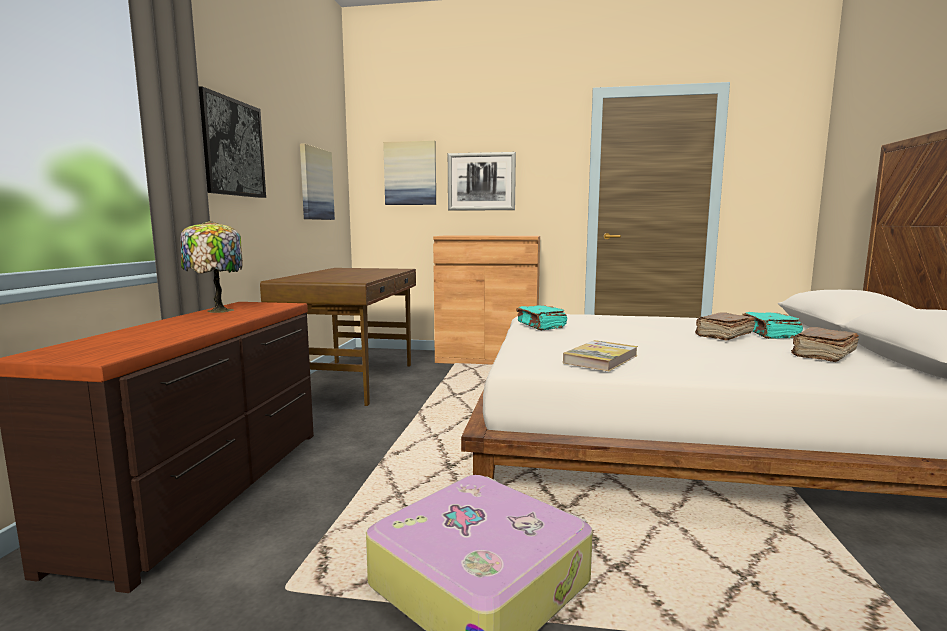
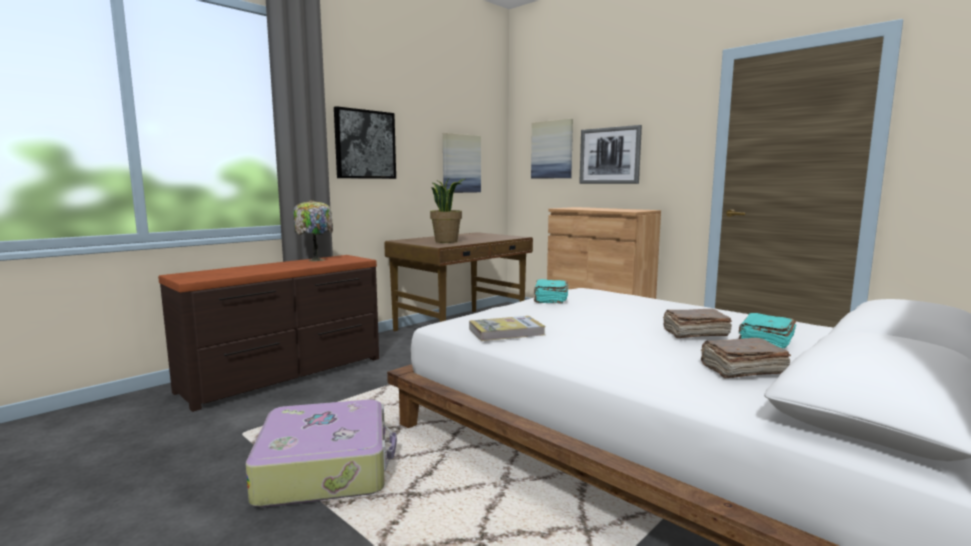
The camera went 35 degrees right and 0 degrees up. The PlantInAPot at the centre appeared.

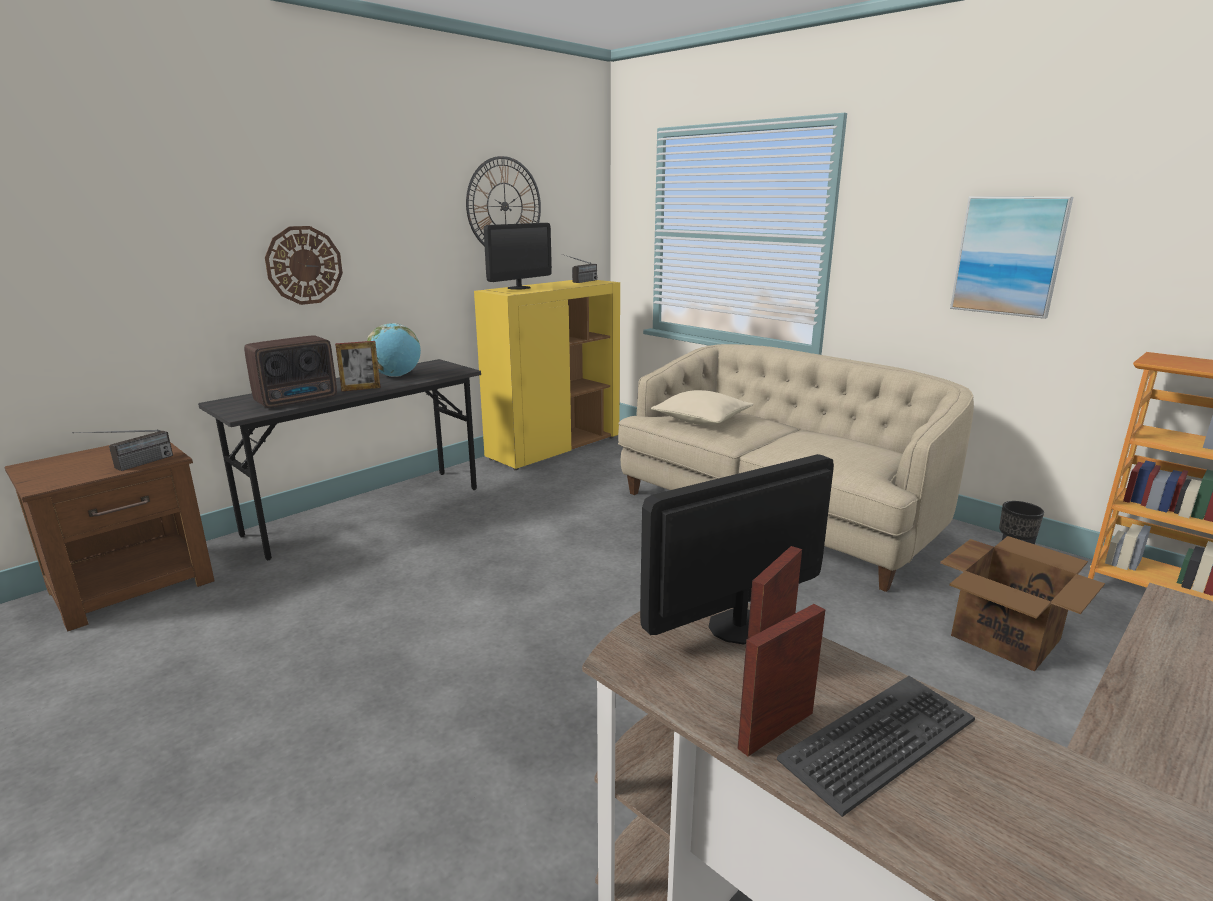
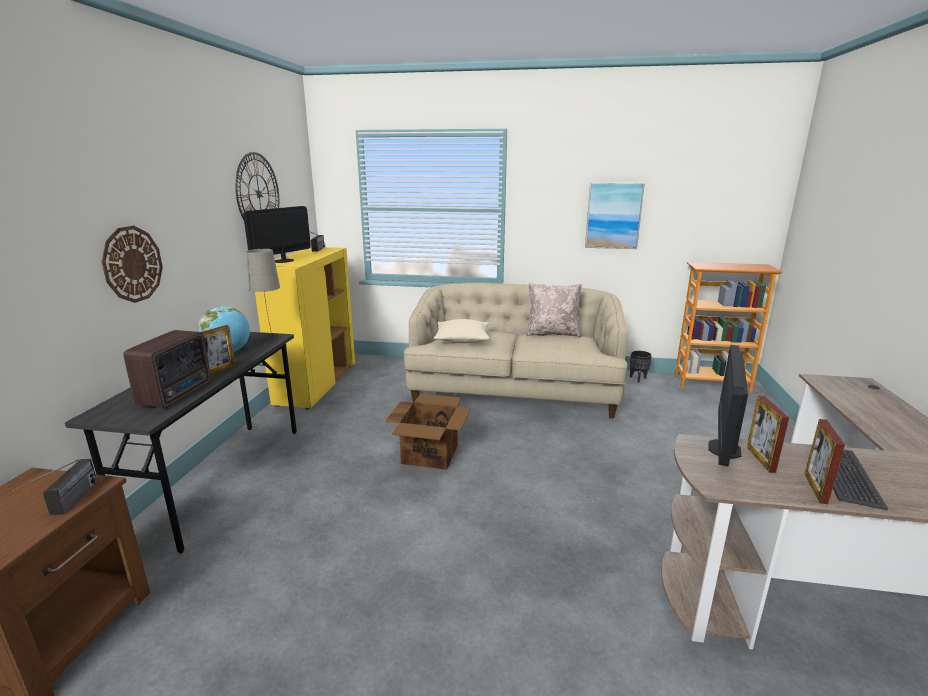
The camera went 35 degrees left and 0 degrees up. The Monitor (no. 1 from left) at the top centre turned 150 degrees counterclockwise. The BeigeColouredLampForATable at the middle left appeared. The CardboardBox moved from the bottom right to the centre. The BeigeColouredPillow (no. 2 from left) at the centre appeared.

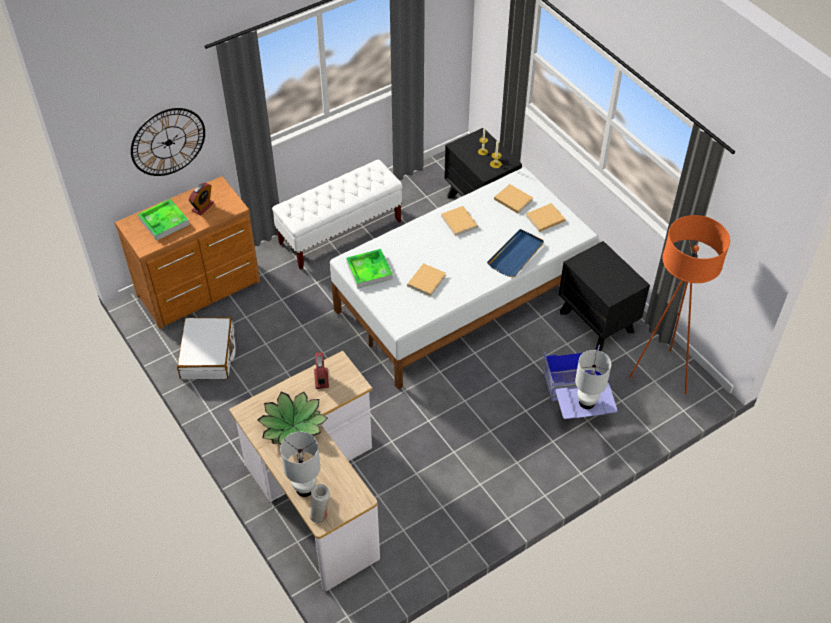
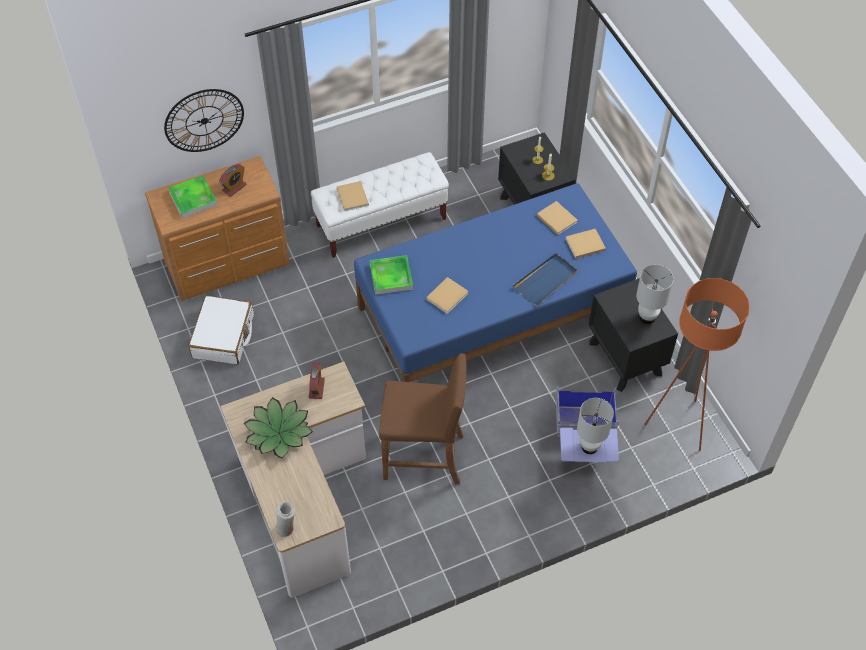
The camera went 10 degrees right and 5 degrees up. The BeigeColouredVolume (no. 2 from left in the first image) moved from the centre to the top centre. The WhitishBedroomBed at the centre became the BlueBedroomBed at the centre. The BrownishStoolSeat at the centre appeared. The WhitishLampForATable (no. 1 from left in the first image) moved from the bottom centre to the middle right.

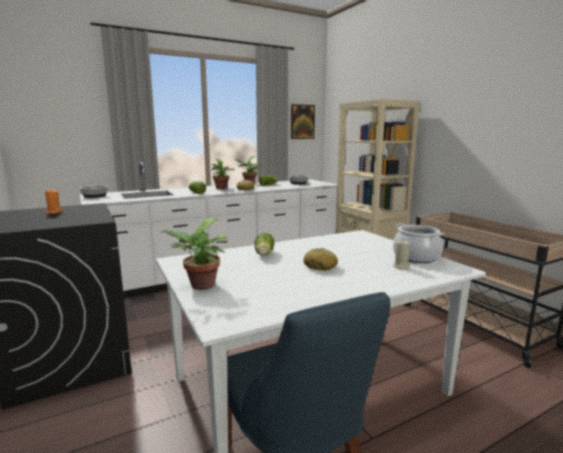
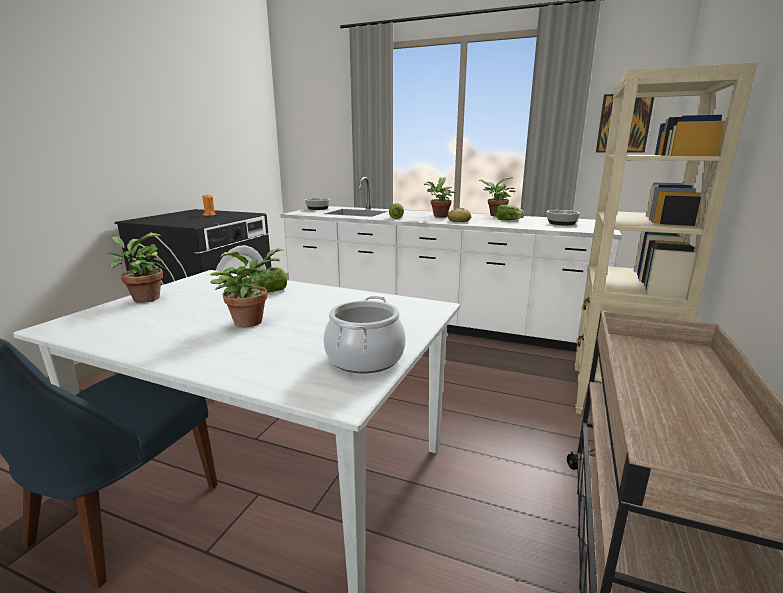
The camera went 50 degrees right and 5 degrees up. The Bread (no. 2 from left) at the centre was replaced by the PlantInAPot (no. 2 from left) at the middle left. The BeigeColouredCandle at the middle right disappeared.

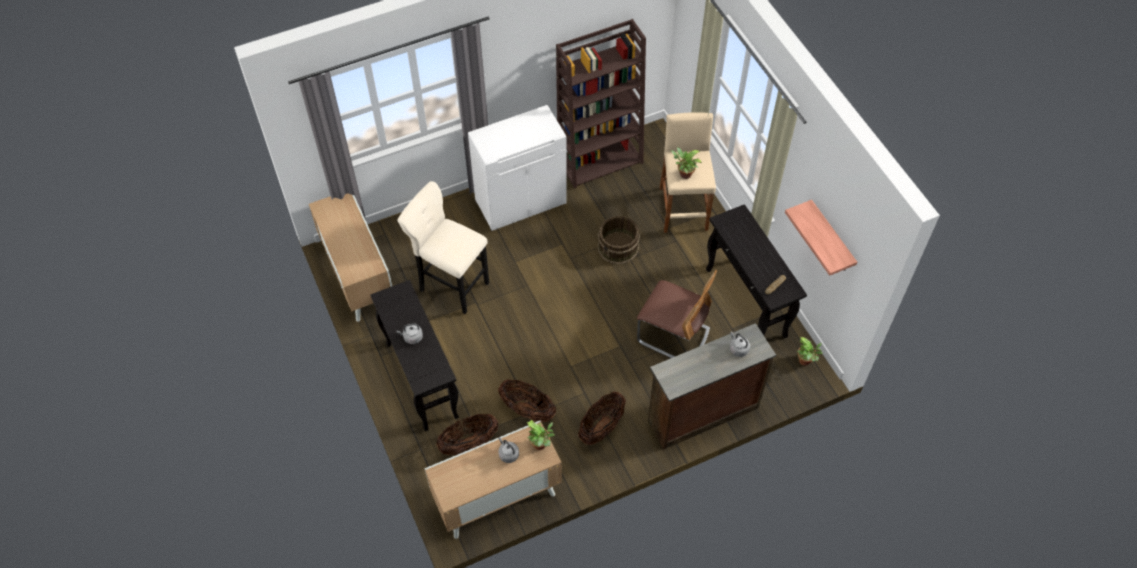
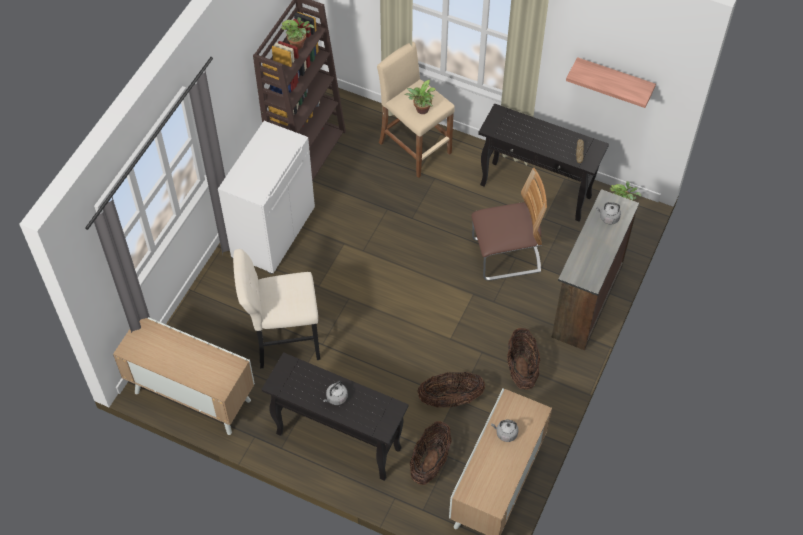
The camera went 40 degrees left and 0 degrees up. The PlantInAPot (no. 1 from left) moved from the bottom centre to the top centre. The BrownishBucket at the centre disappeared.

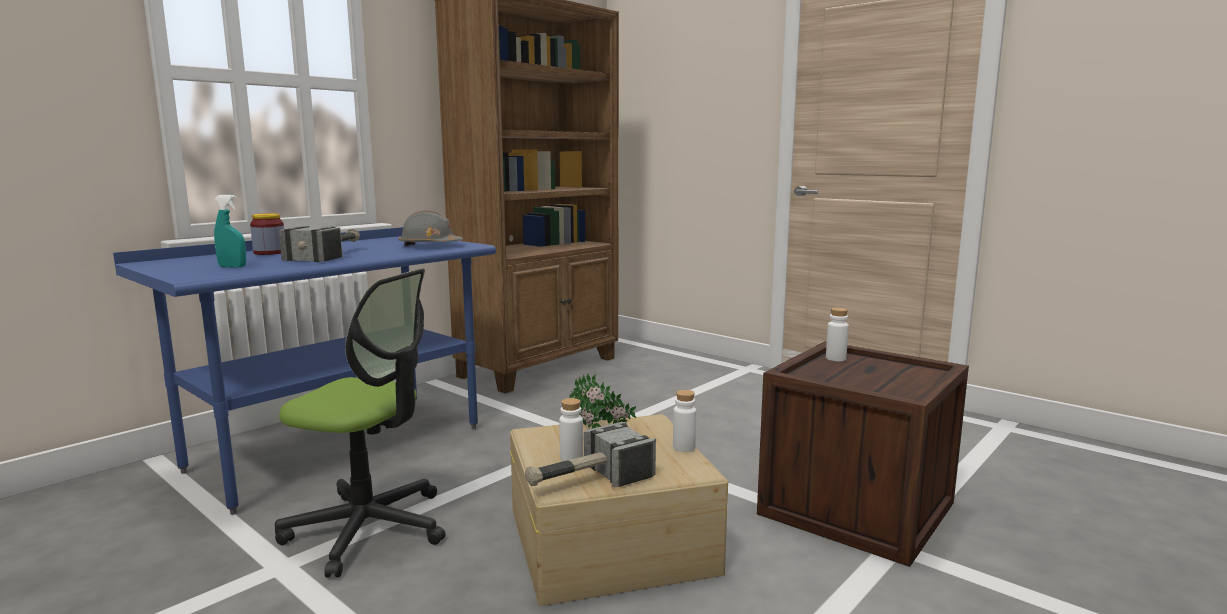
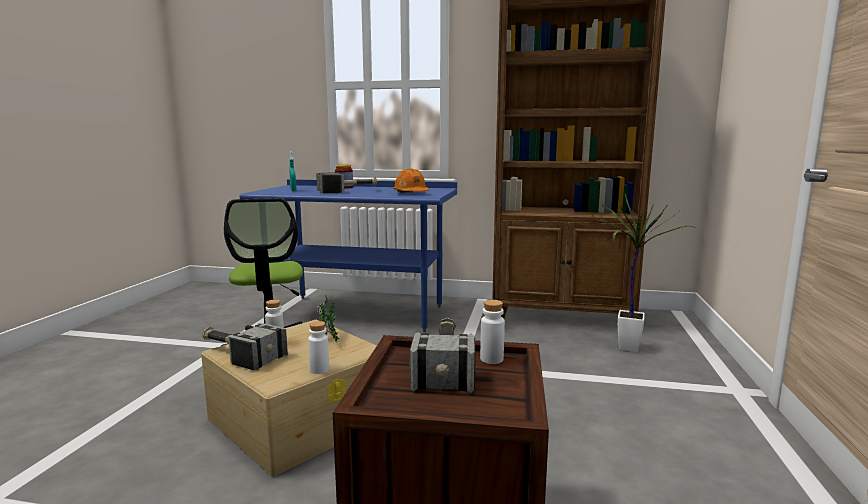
The camera went 60 degrees right and 0 degrees up. The GrayWorkHelmet at the centre became the OrangeColouredWorkHelmet at the centre. The HandHammer (no. 3 from left) at the bottom centre appeared. The PlantInAPot (no. 2 from left) at the middle right appeared.

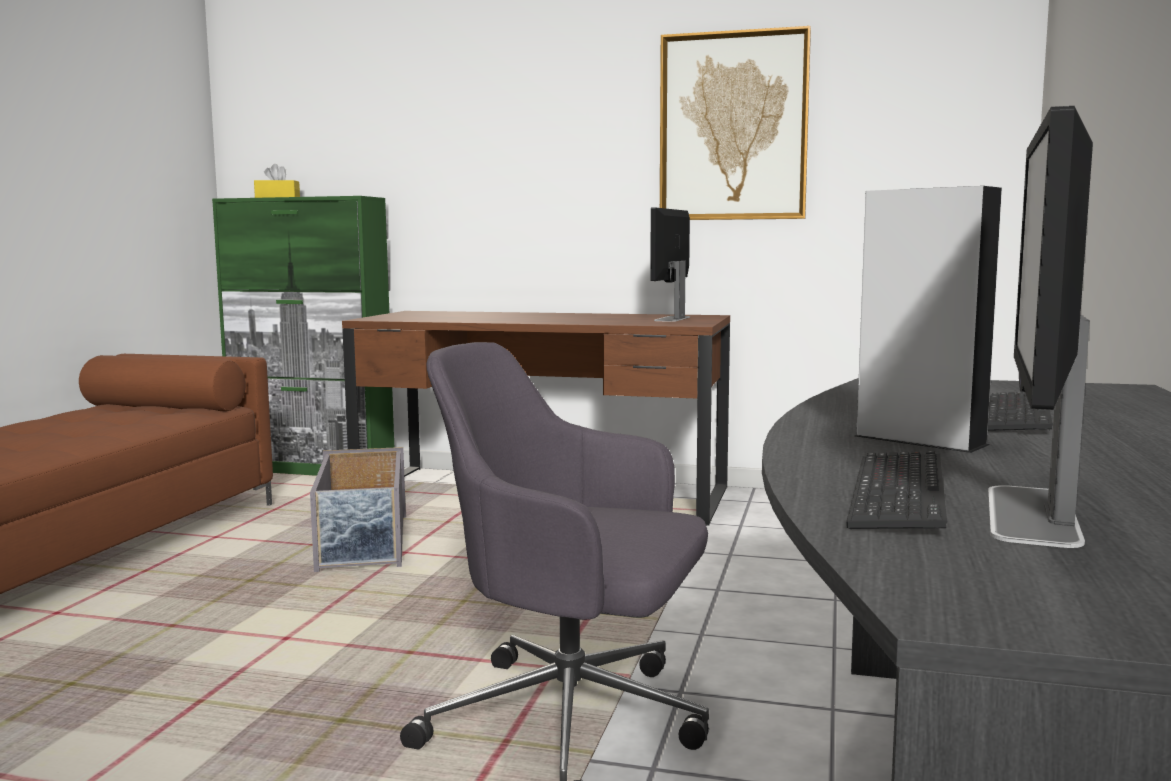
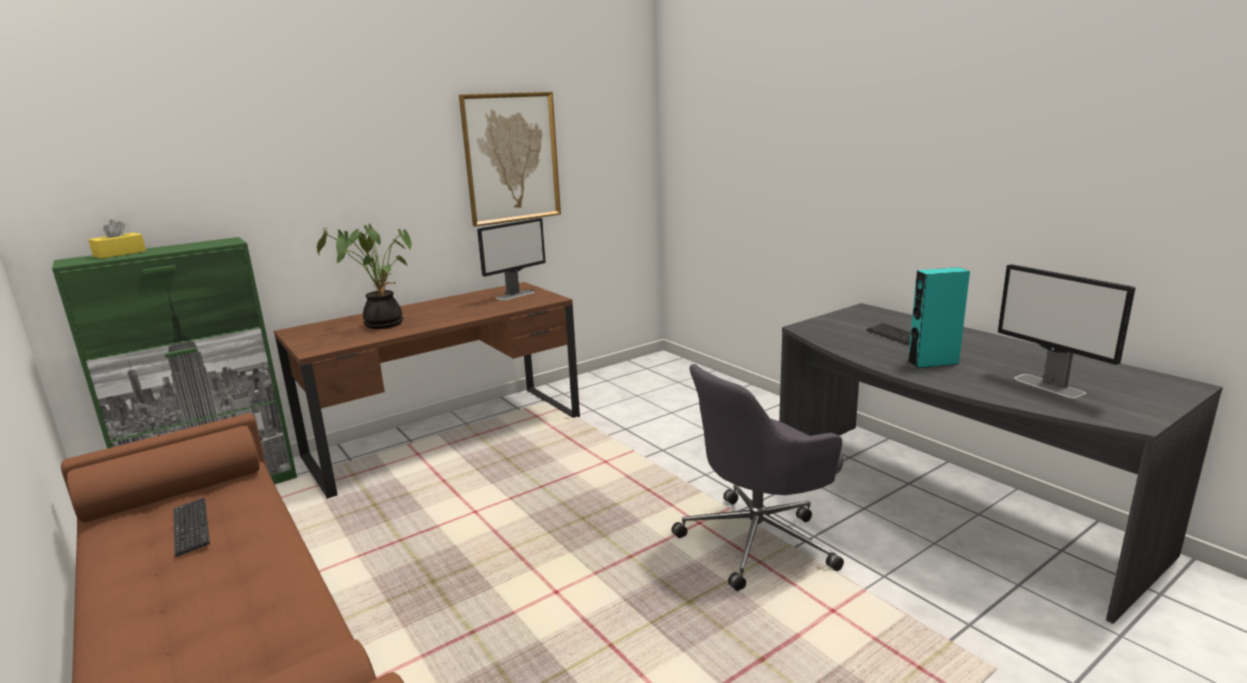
The camera went 50 degrees left and 10 degrees up. The PcKeyboard (no. 1 from left) moved from the middle right to the bottom left. The PlantInAPot at the middle left appeared. The Monitor (no. 1 from left) at the centre turned 105 degrees counterclockwise. The GraySpeaker at the middle right became the BlueGreenSpeaker at the middle right. The GrayStorageContainer at the middle left disappeared.

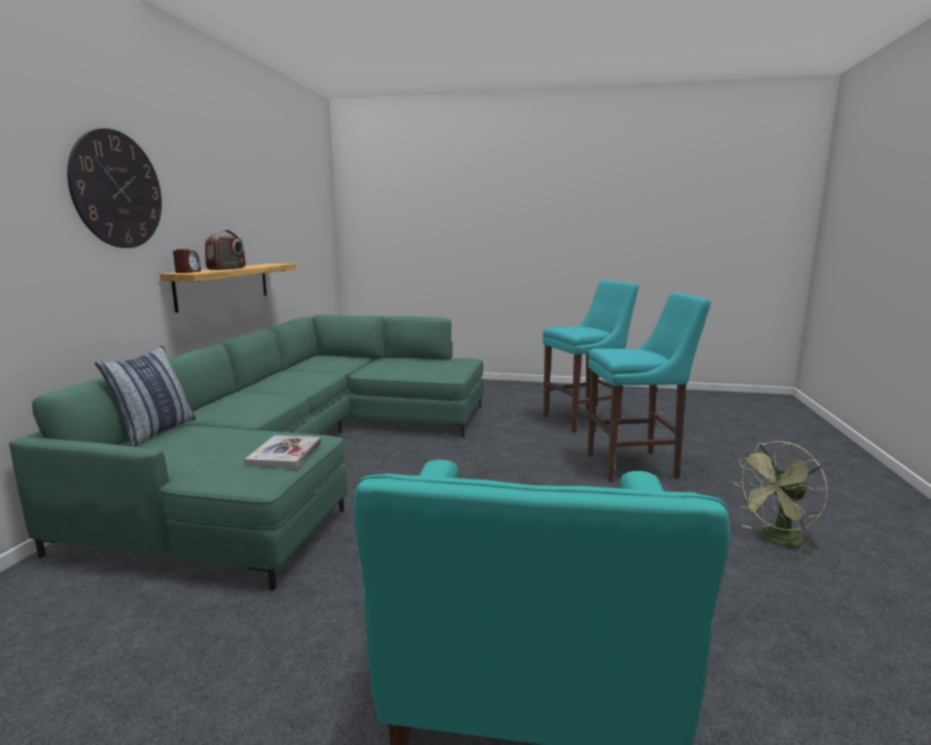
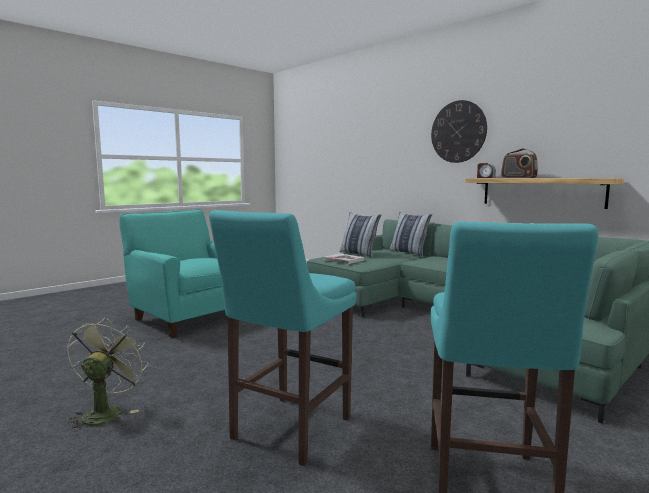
The camera went 125 degrees right and 5 degrees down. The Pillow (no. 1 from left) at the centre appeared.

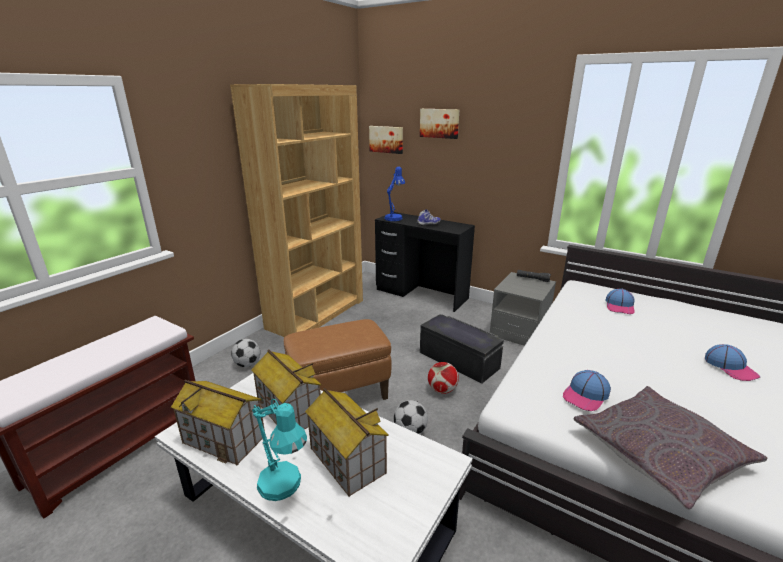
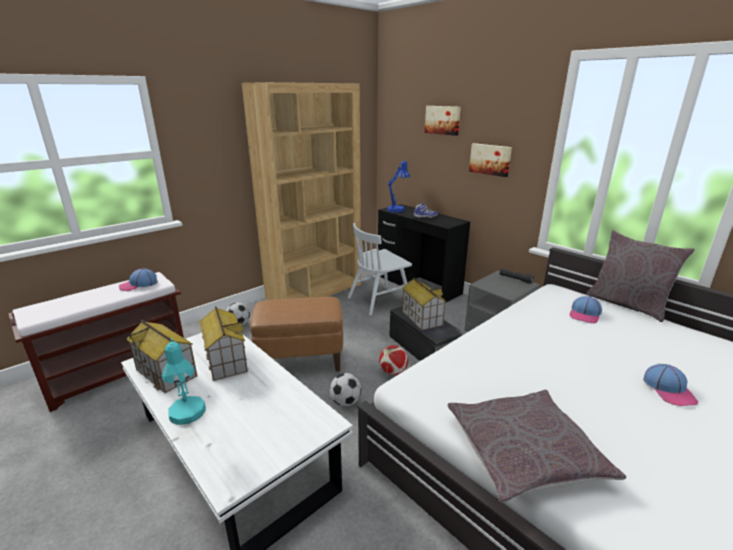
The camera went 15 degrees right and 0 degrees up. The PeakedCap (no. 1 from left) moved from the bottom right to the middle left. The WhitishChair at the centre appeared. The ToyHouse (no. 3 from left) moved from the bottom centre to the centre. The Picture (no. 1 from left in the first image) moved from the top centre to the top right. The GrayPillow (no. 2 from left) at the middle right appeared.

